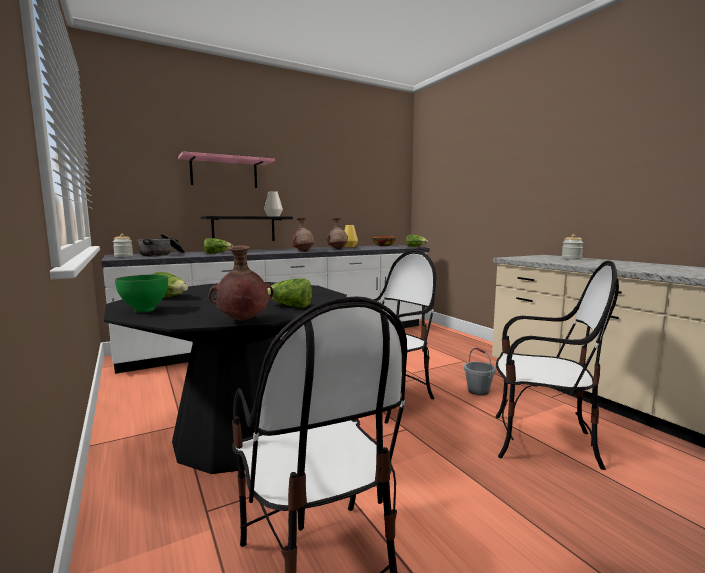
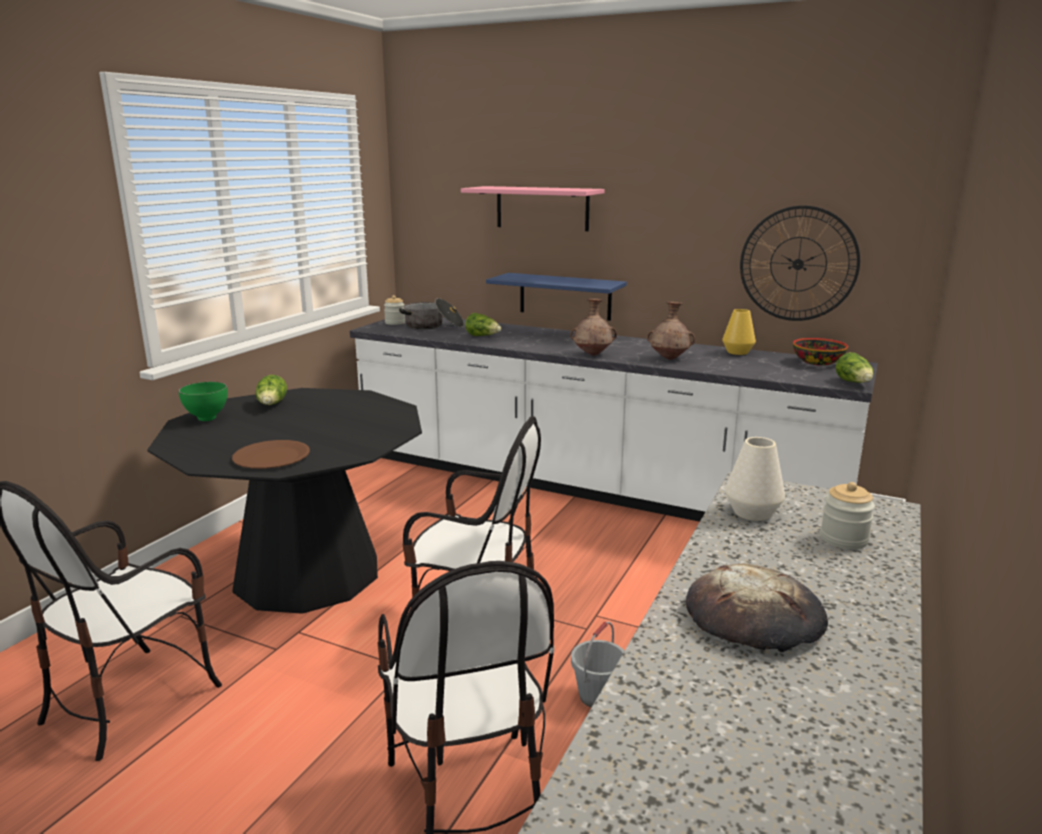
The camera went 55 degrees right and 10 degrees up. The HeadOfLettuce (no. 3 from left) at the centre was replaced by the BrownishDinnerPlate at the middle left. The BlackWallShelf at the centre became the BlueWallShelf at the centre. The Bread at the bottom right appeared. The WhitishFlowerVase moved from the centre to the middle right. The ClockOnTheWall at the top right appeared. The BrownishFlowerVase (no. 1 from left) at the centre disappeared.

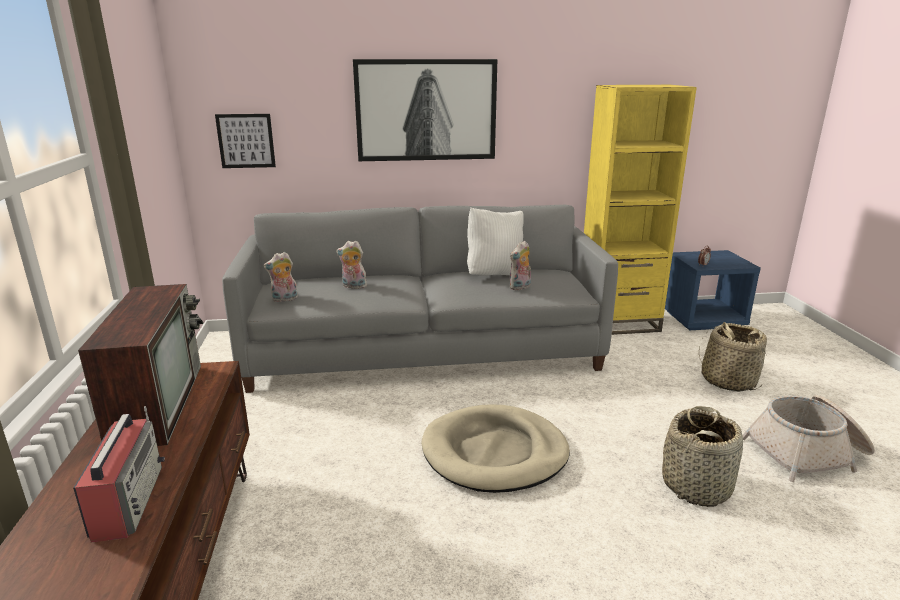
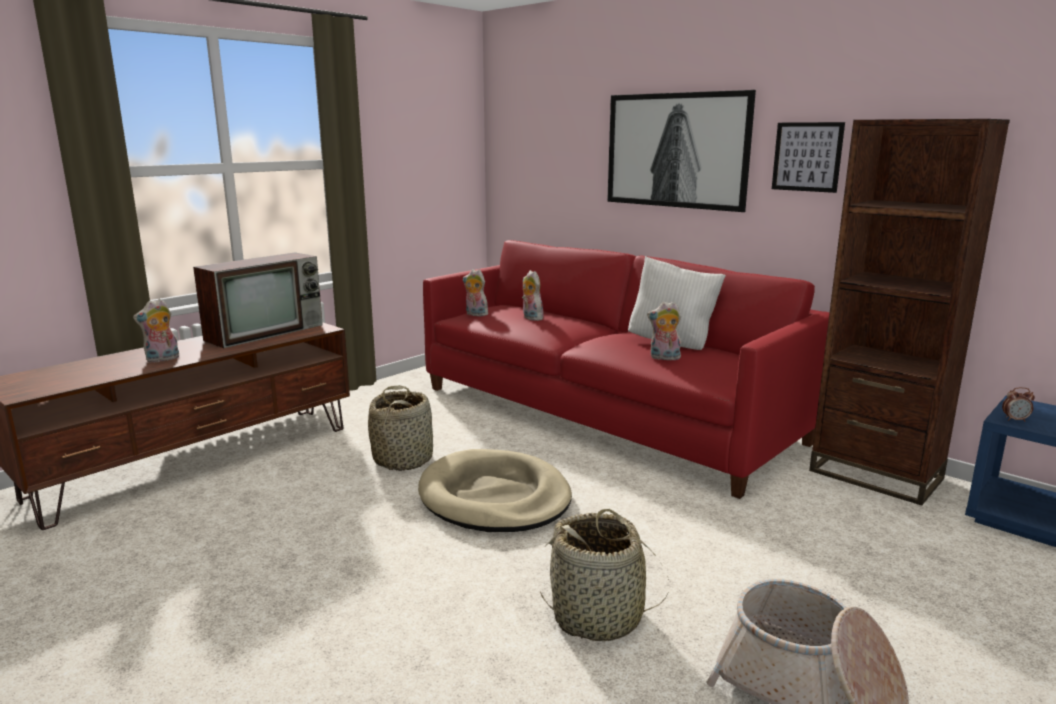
The camera went 50 degrees right and 5 degrees down. The RadioSet at the bottom left was replaced by the CuddlyToy (no. 1 from left) at the middle left. The Basket (no. 2 from left in the first image) moved from the middle right to the centre. The GrayCouch at the centre became the ReddishCouch at the centre. The Picture (no. 1 from left in the first image) moved from the top left to the top right. The YellowColouredBookcase at the middle right became the BrownishBookcase at the middle right.

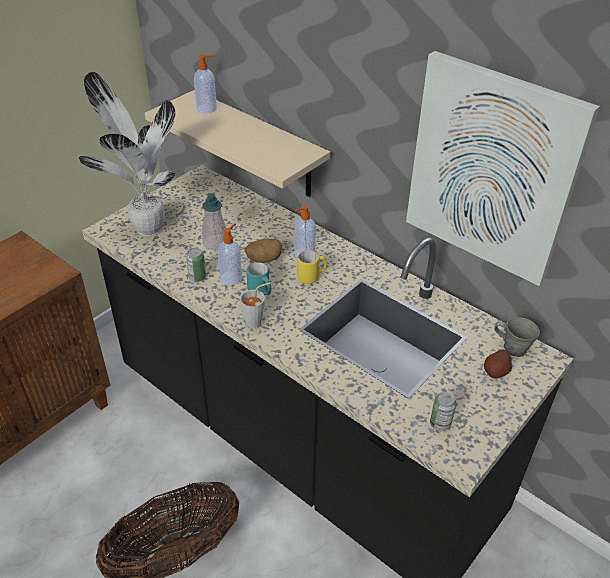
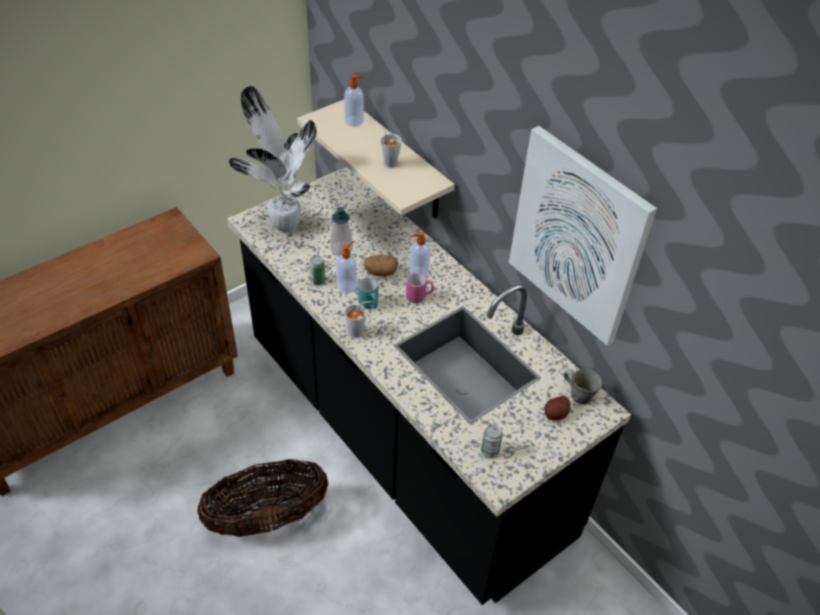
The camera went 10 degrees right and 5 degrees up. The GrayCup (no. 2 from left) at the top centre appeared. The YellowColouredCoffeeMug at the centre became the PinkCoffeeMug at the centre.

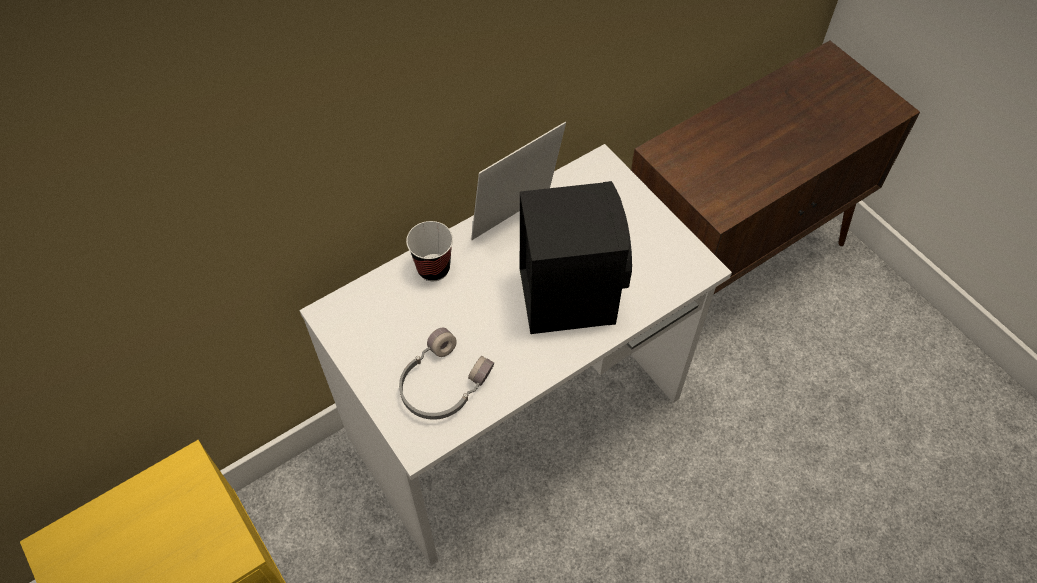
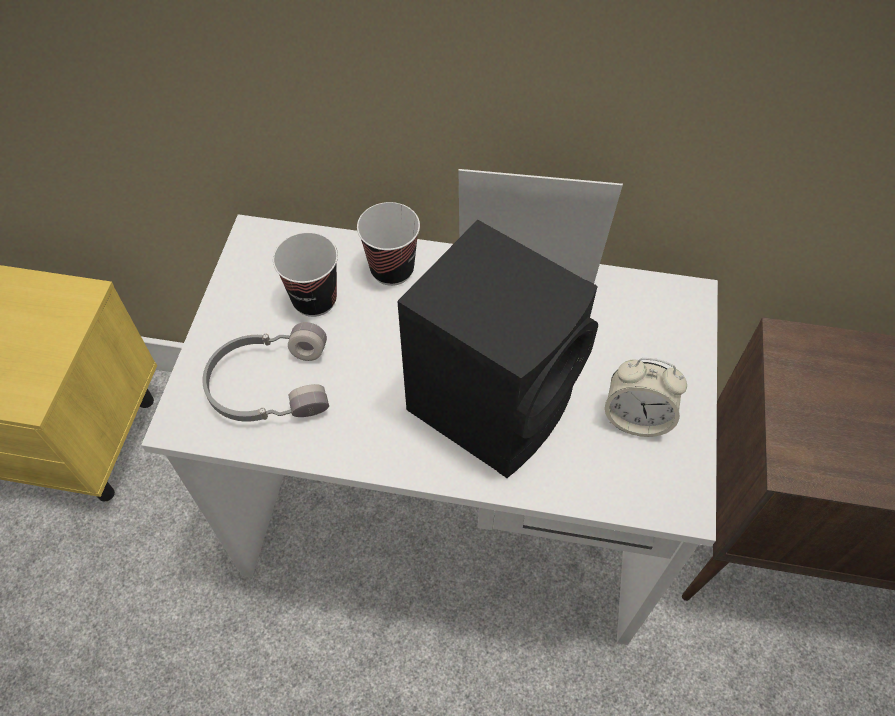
The camera went 45 degrees right and 0 degrees up. The Cup (no. 1 from left) at the centre appeared. The TableClock at the middle right appeared.

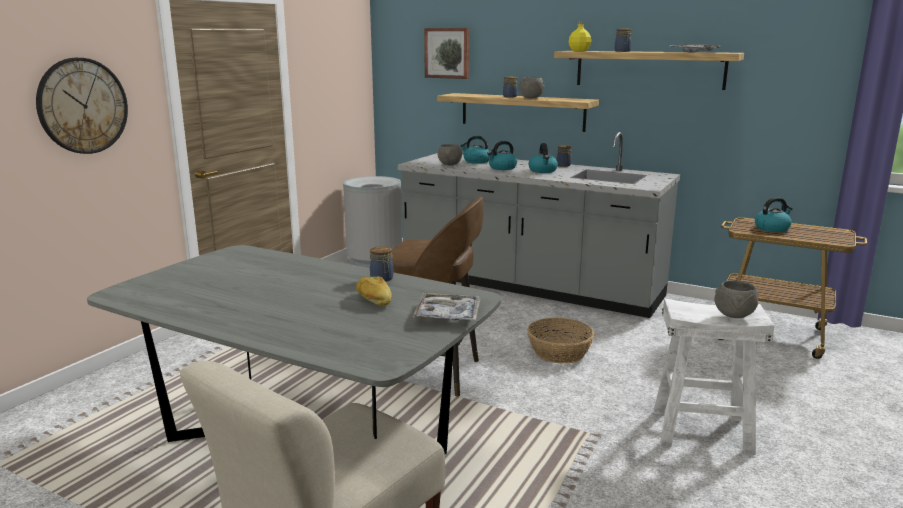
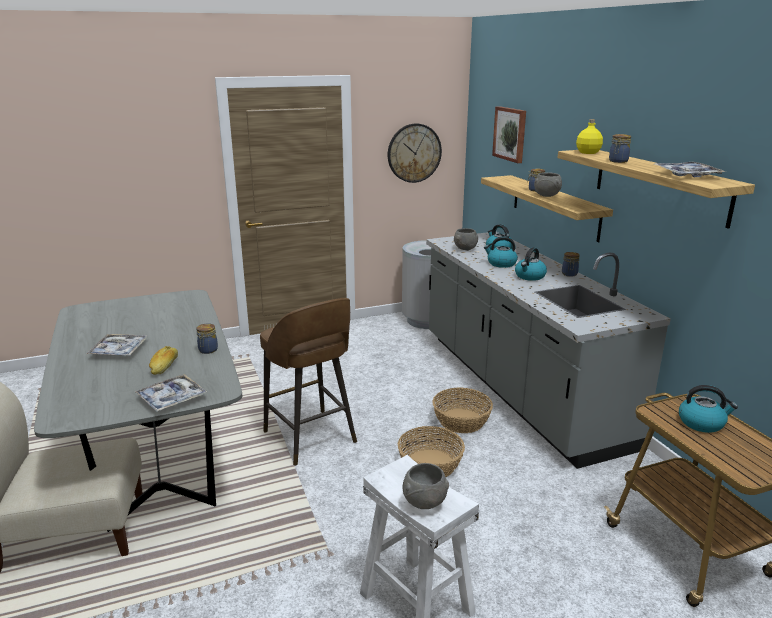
The camera went 40 degrees right and 5 degrees up. The ServingTray (no. 1 from left) at the middle left appeared. The ClockOnTheWall moved from the top left to the top centre. The Basket (no. 2 from left) at the centre appeared.

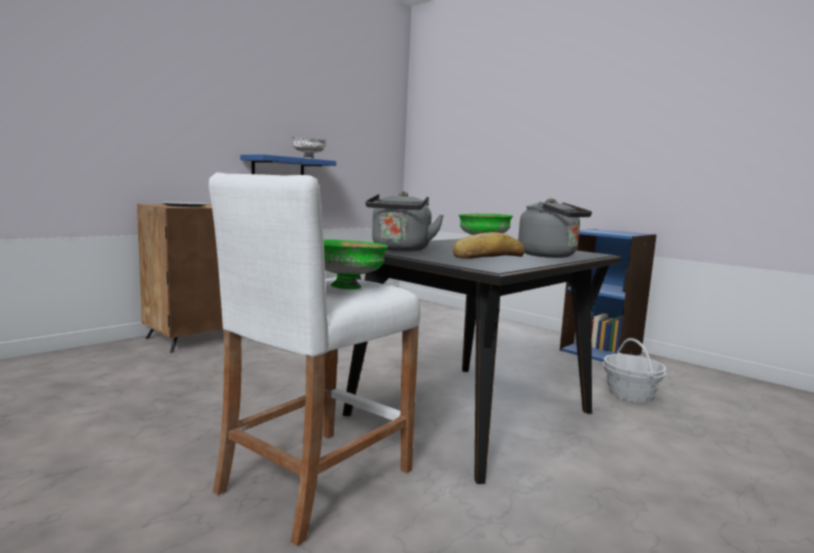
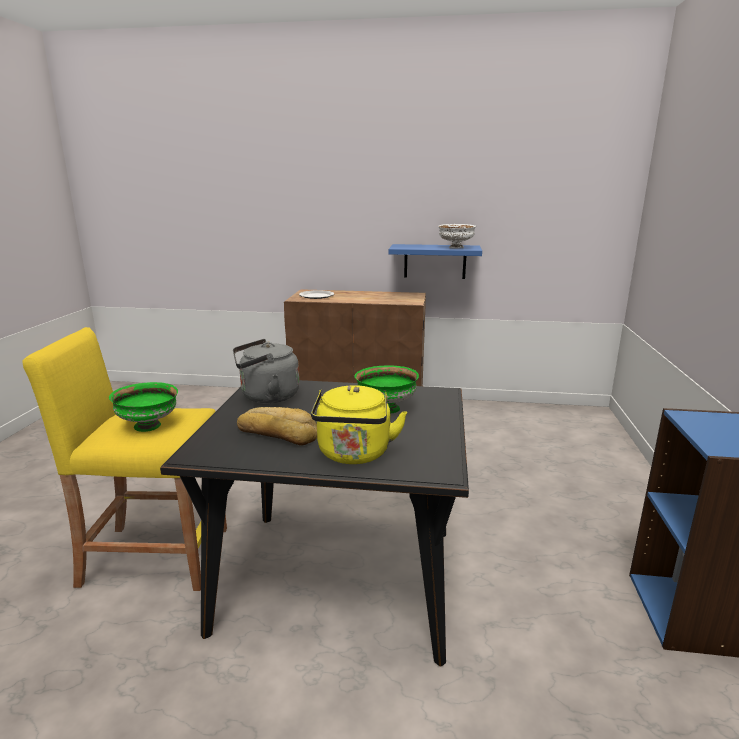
The camera went 55 degrees right and 10 degrees up. The WhitishStoolSeat at the centre became the YellowColouredStoolSeat at the middle left. The GrayWaterKettle (no. 2 from left) at the middle right became the YellowColouredWaterKettle at the centre. The Basket at the bottom right disappeared.

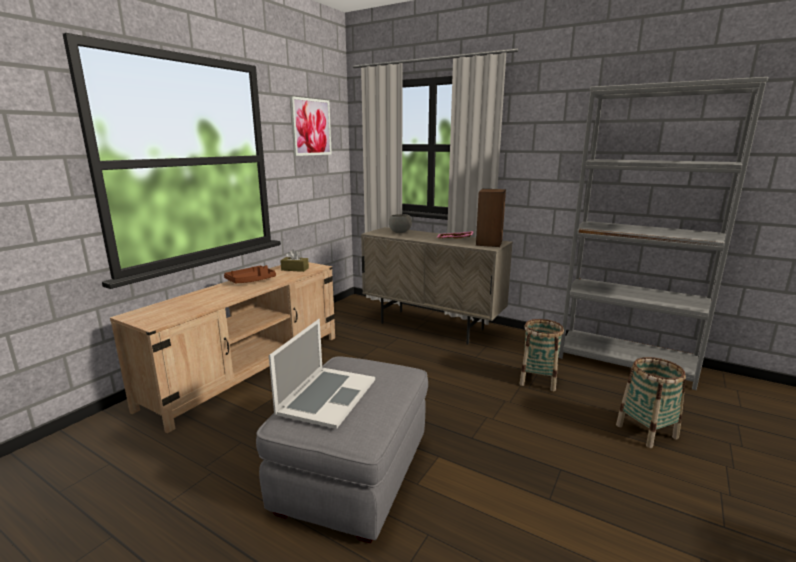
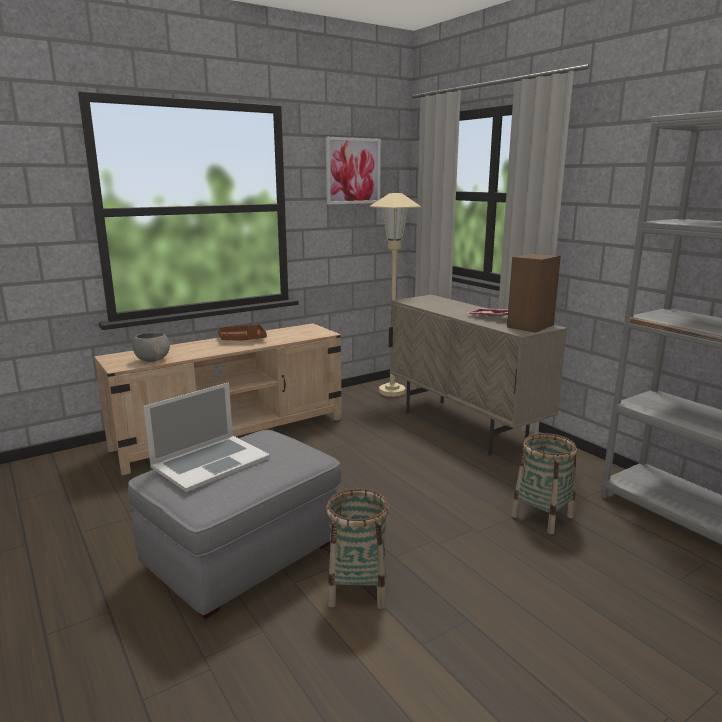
The camera went 25 degrees right and 0 degrees up. The GrayDeepDish moved from the centre to the middle left. The Basket (no. 2 from left in the first image) moved from the bottom right to the bottom centre. The BeigeColouredStandardLamp at the centre appeared. The BrownishBoxOfTissues at the centre disappeared.

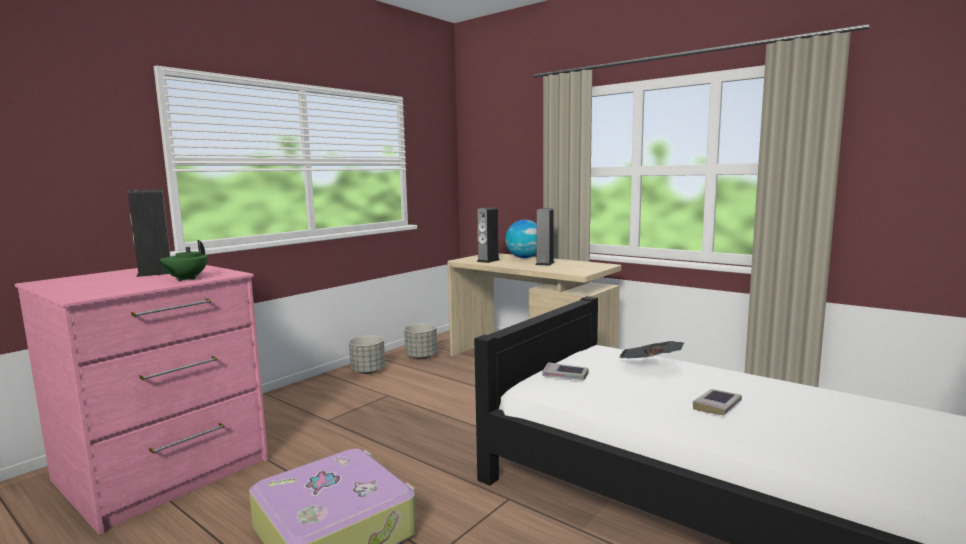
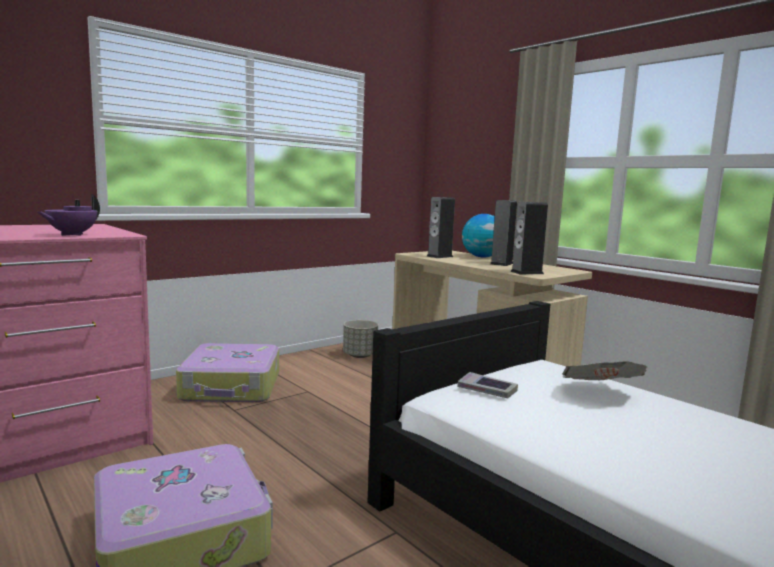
The camera went 10 degrees right and 0 degrees up. The GreenColouredTeaPot at the middle left became the PurpleTeaPot at the middle left. The TravelCase (no. 2 from left) at the middle left appeared. The Speaker (no. 1 from left in the first image) moved from the middle left to the middle right. The GrayFlowerPot (no. 1 from left) at the centre disappeared. The Volume (no. 2 from left) at the bottom right disappeared.

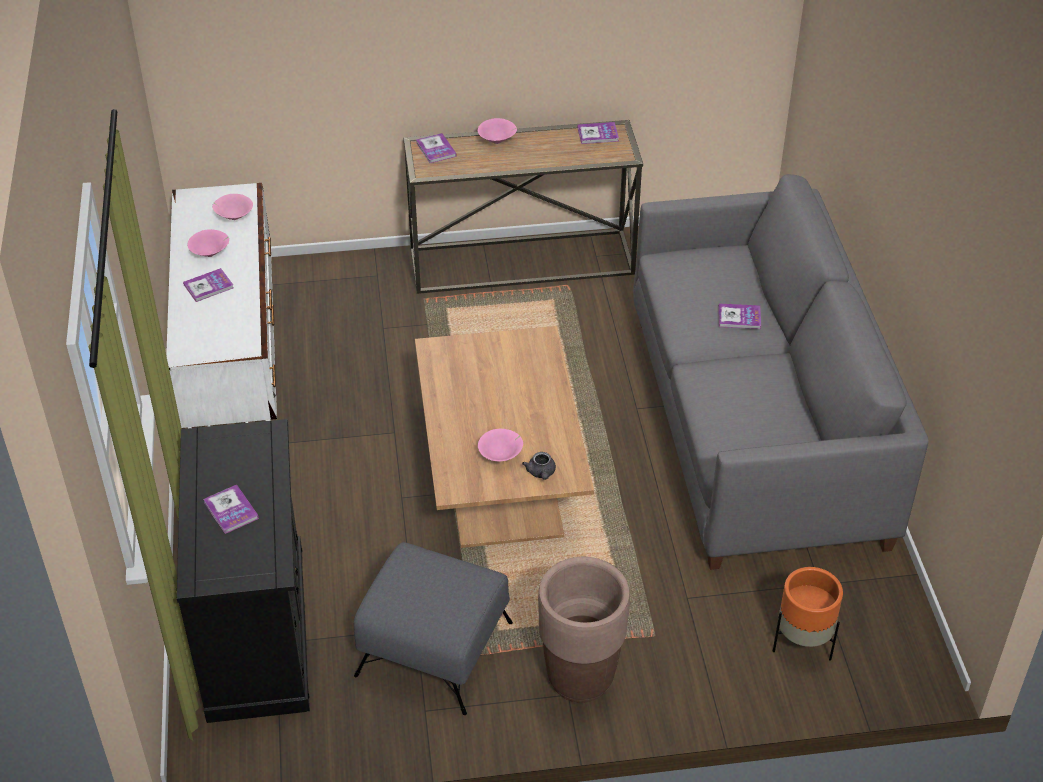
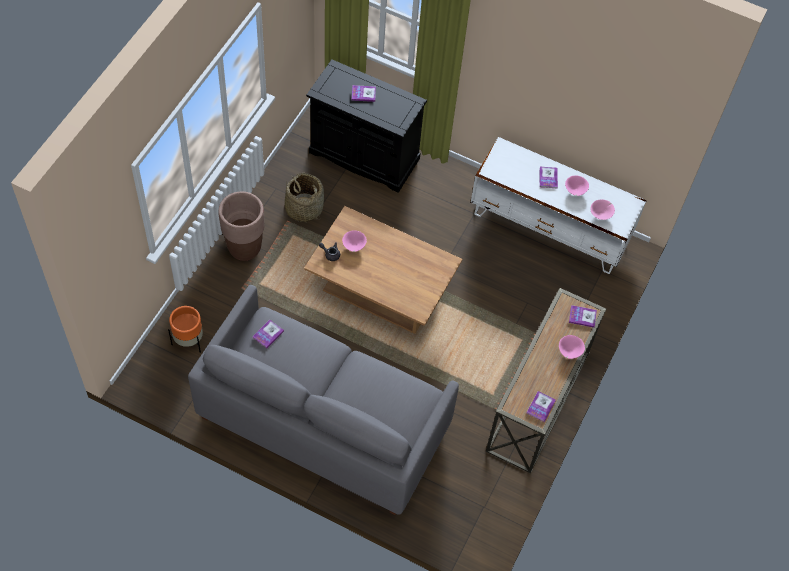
The camera went 120 degrees right and 15 degrees up. The Volume (no. 5 from left in the first image) moved from the middle right to the centre. The GrayOttoman at the bottom centre was replaced by the Basket at the centre.

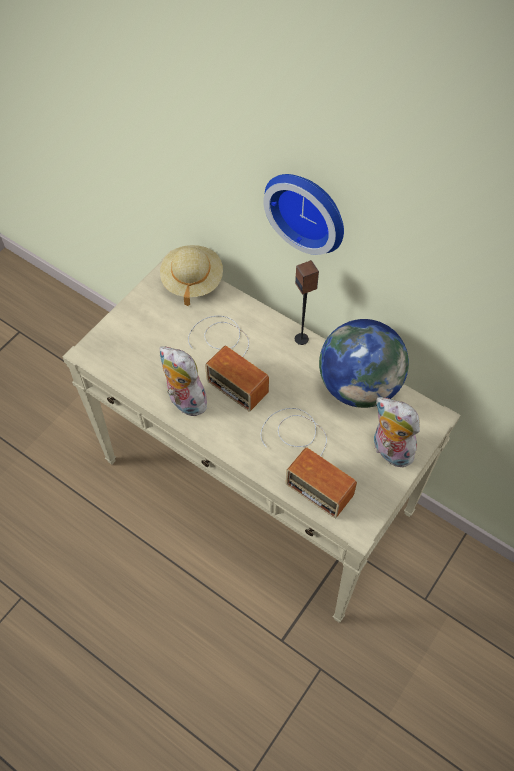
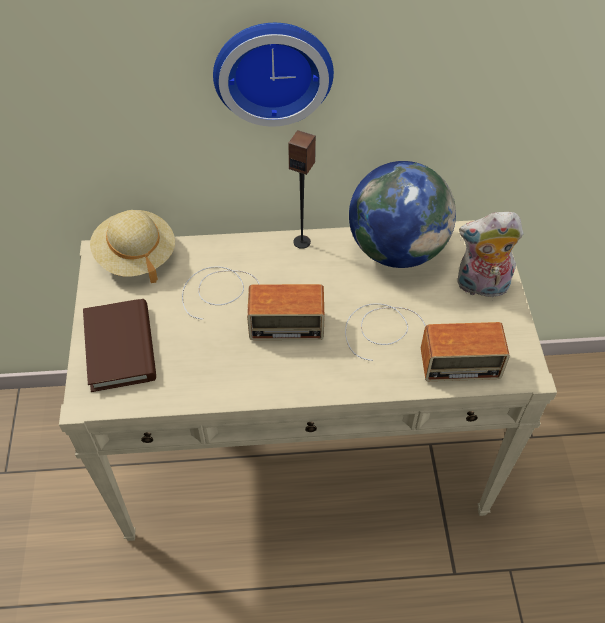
The camera went 40 degrees left and 5 degrees down. The BrownishVolume at the middle left appeared. The CuddlyToy (no. 1 from left) at the centre disappeared.

